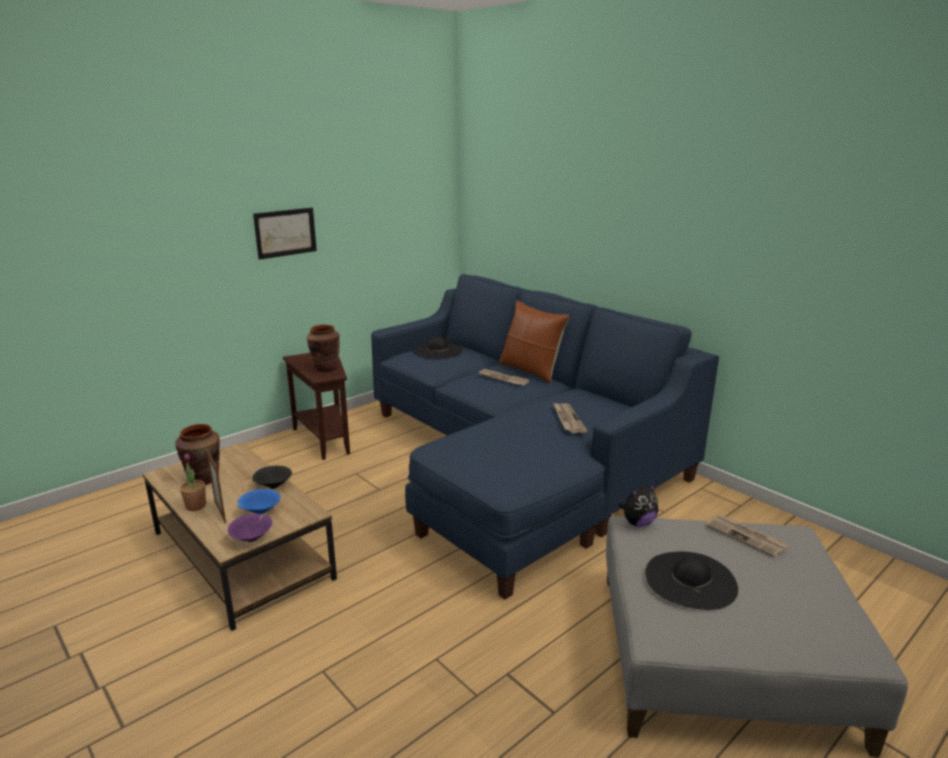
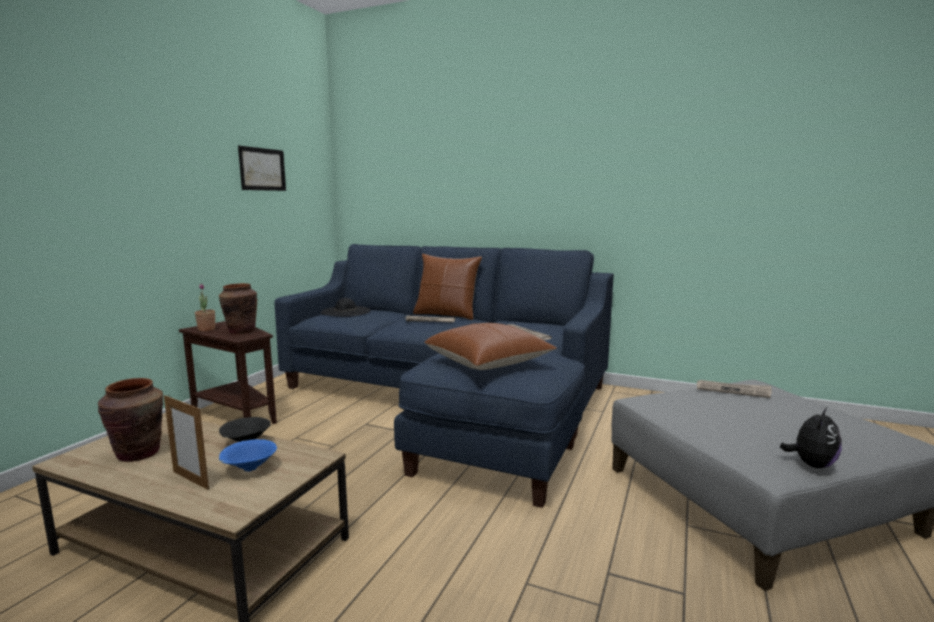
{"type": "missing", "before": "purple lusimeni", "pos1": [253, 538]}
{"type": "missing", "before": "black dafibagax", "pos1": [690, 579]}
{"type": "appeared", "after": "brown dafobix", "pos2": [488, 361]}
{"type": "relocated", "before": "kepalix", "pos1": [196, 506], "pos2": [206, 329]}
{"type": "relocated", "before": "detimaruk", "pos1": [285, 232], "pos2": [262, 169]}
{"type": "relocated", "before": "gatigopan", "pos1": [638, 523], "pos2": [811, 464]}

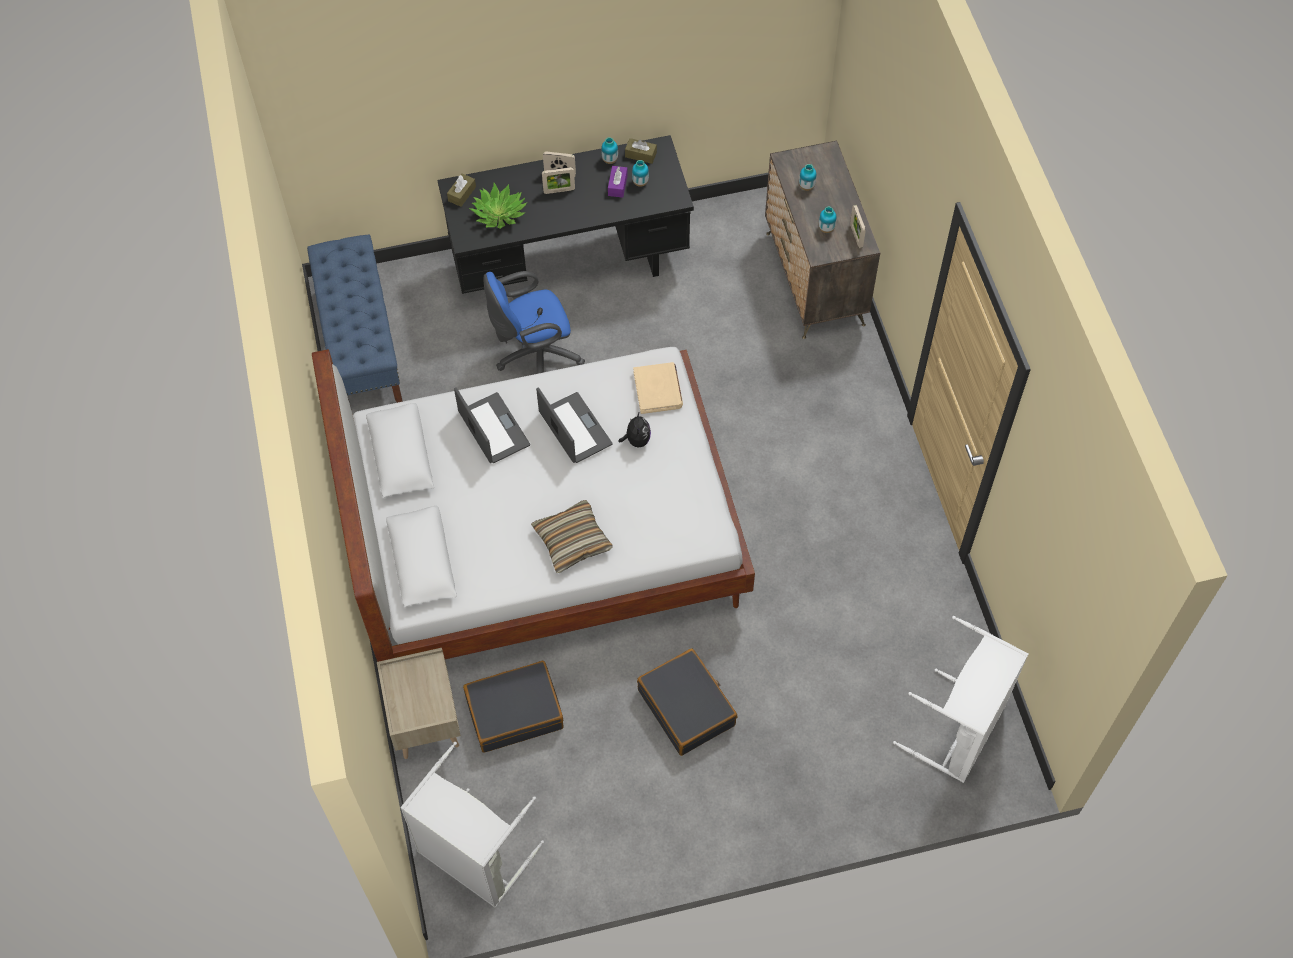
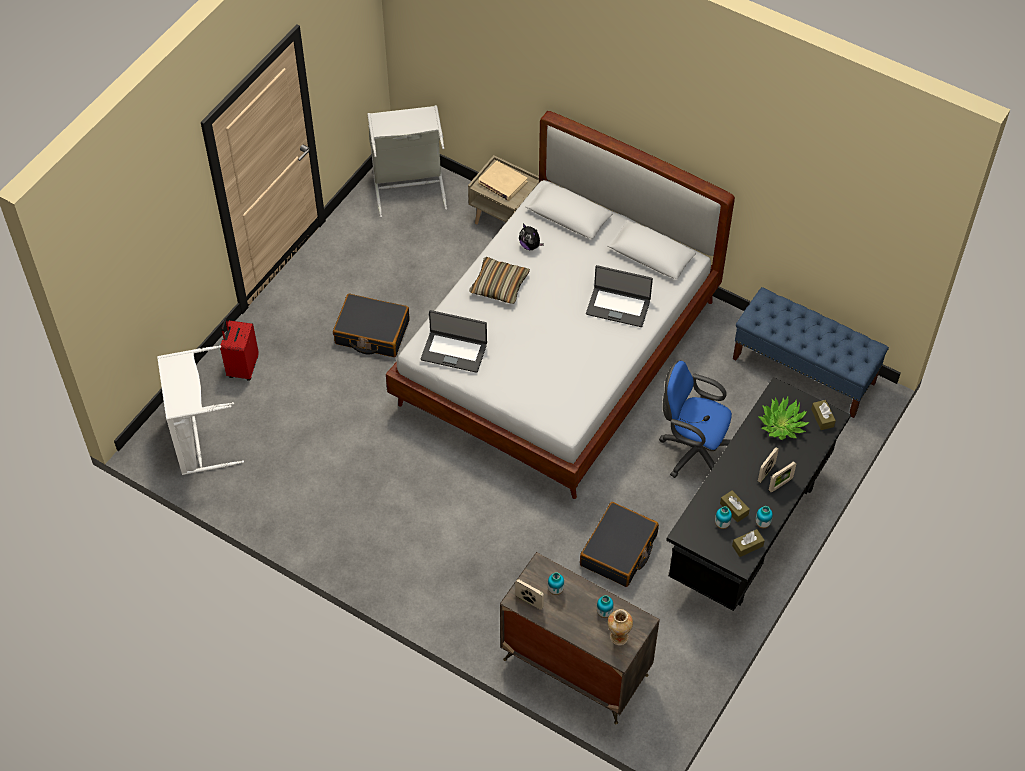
{"type": "appeared", "after": "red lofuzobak", "pos2": [242, 367]}
{"type": "appeared", "after": "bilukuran", "pos2": [618, 637]}
{"type": "relocated", "before": "black lofuzobak", "pos1": [514, 711], "pos2": [619, 550]}
{"type": "relocated", "before": "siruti", "pos1": [574, 429], "pos2": [454, 351]}
{"type": "relocated", "before": "gatigopan", "pos1": [636, 440], "pos2": [530, 245]}
{"type": "relocated", "before": "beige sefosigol", "pos1": [658, 390], "pos2": [502, 183]}
{"type": "colour", "before": "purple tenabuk", "after": "brown tenabuk", "pos1": [617, 185], "pos2": [734, 509]}
{"type": "spun", "before": "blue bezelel", "pos1": [535, 357], "pos2": [692, 451], "turn": -90}

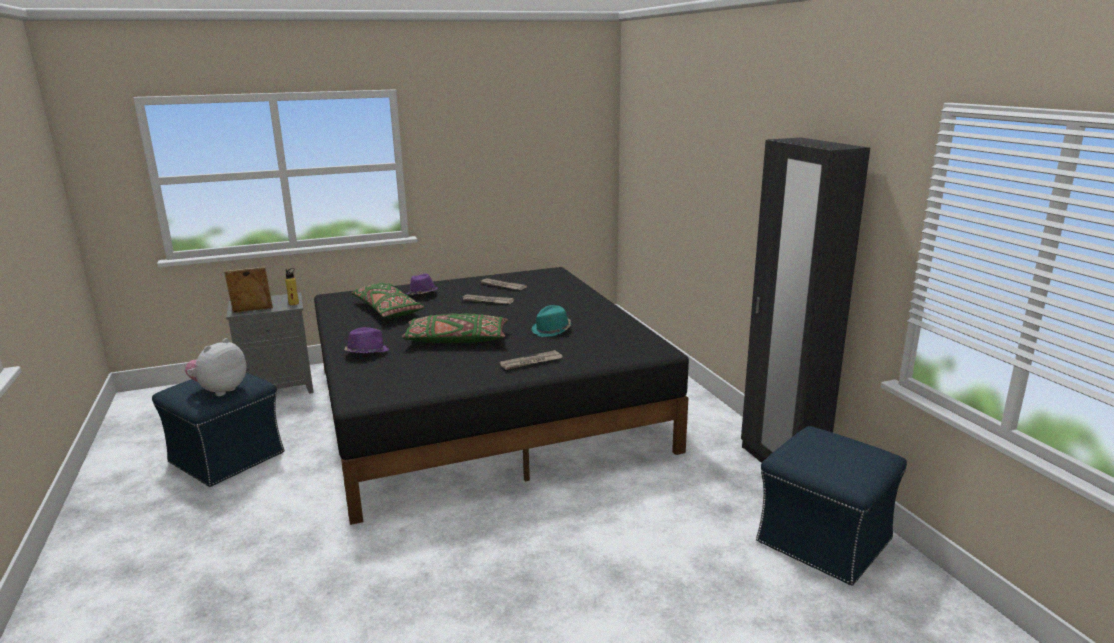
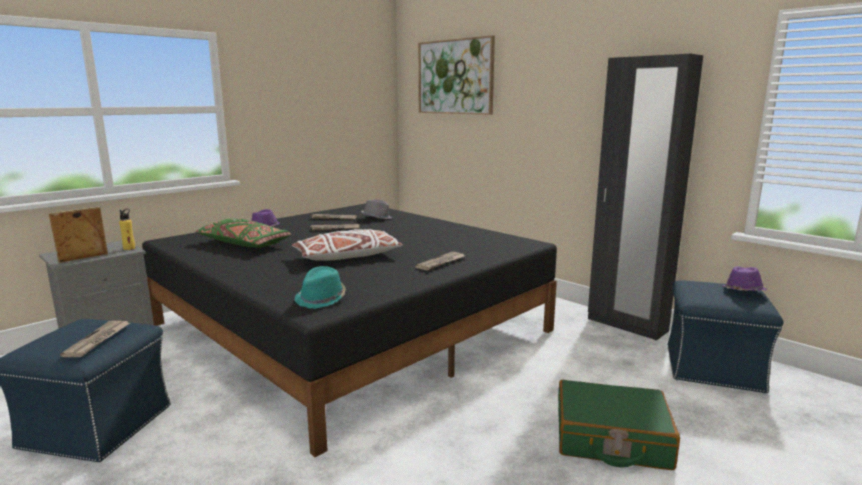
{"type": "appeared", "after": "grey dafibagax", "pos2": [376, 218]}
{"type": "appeared", "after": "detimaruk", "pos2": [455, 77]}
{"type": "appeared", "after": "green lofuzobak", "pos2": [611, 439]}
{"type": "relocated", "before": "purple dafibagax", "pos1": [366, 353], "pos2": [743, 292]}
{"type": "relocated", "before": "turquoise dafibagax", "pos1": [552, 330], "pos2": [322, 299]}
{"type": "exchanged", "before": "gatigopan", "after": "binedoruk", "pos1": [220, 390], "pos2": [98, 340]}
{"type": "colour", "before": "green dafobix", "after": "white dafobix", "pos1": [456, 340], "pos2": [347, 256]}

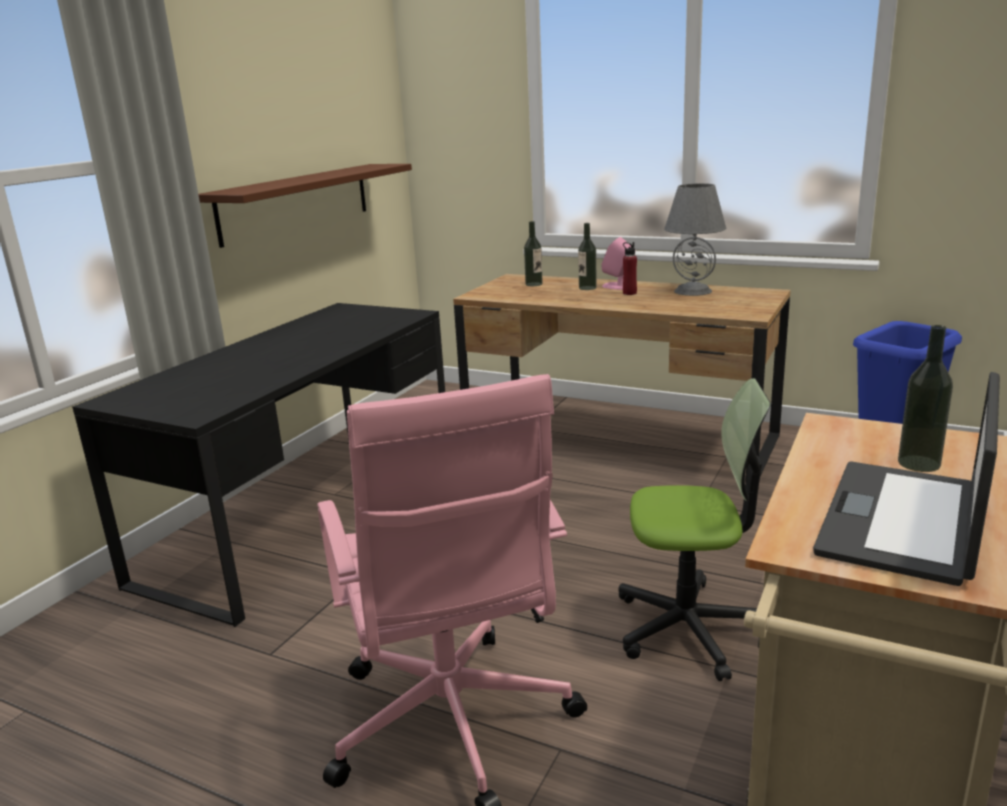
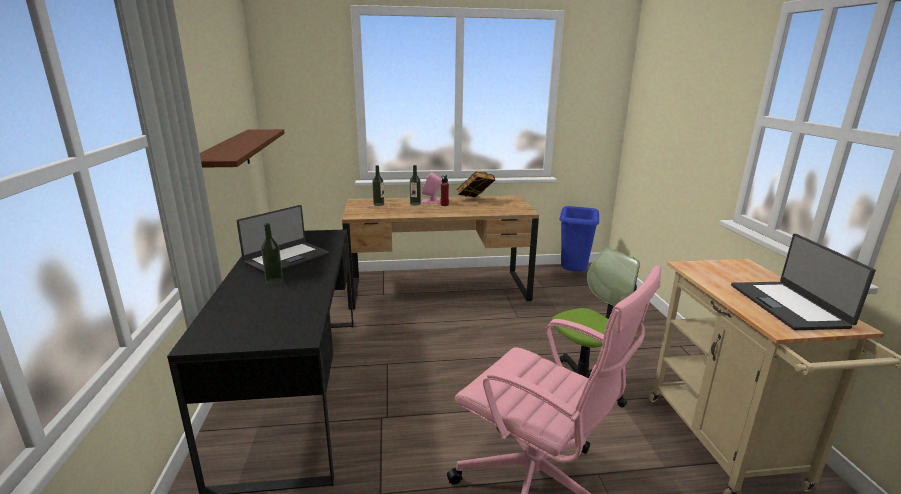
{"type": "appeared", "after": "siruti", "pos2": [286, 258]}
{"type": "relocated", "before": "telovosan", "pos1": [918, 463], "pos2": [274, 281]}
{"type": "exchanged", "before": "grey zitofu", "after": "sefosigol", "pos1": [692, 291], "pos2": [475, 200]}

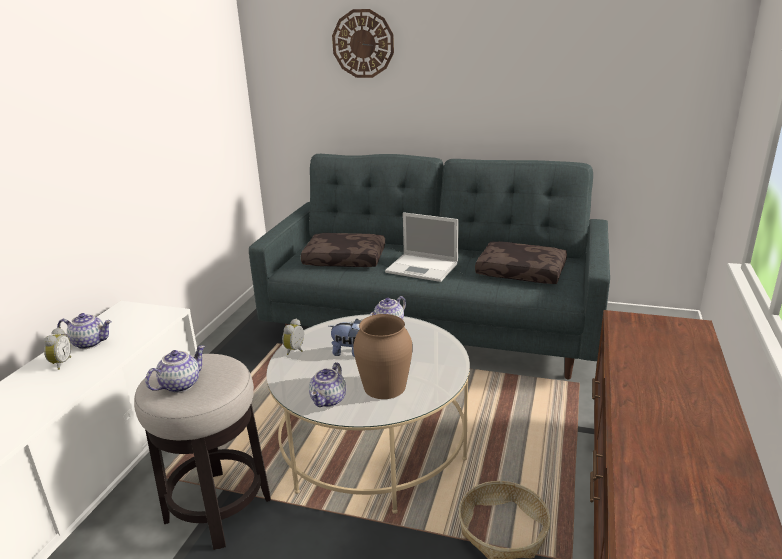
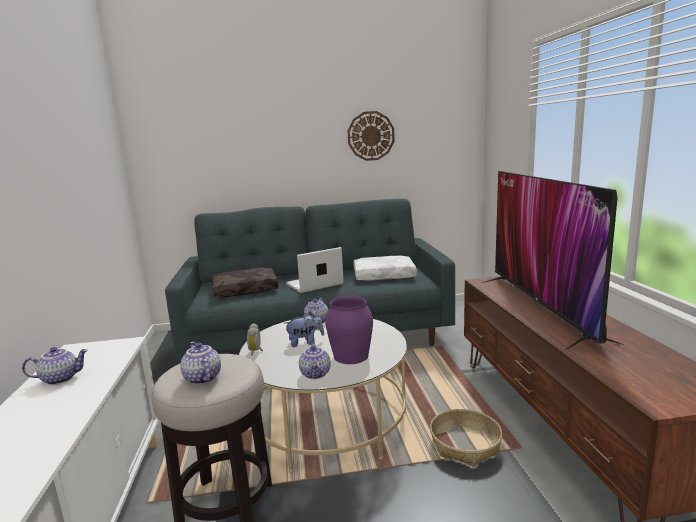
{"type": "missing", "before": "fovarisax", "pos1": [60, 363]}
{"type": "appeared", "after": "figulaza", "pos2": [541, 307]}
{"type": "relocated", "before": "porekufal", "pos1": [363, 44], "pos2": [371, 136]}
{"type": "colour", "before": "brown bilukuran", "after": "purple bilukuran", "pos1": [384, 386], "pos2": [350, 356]}
{"type": "colour", "before": "brown dafobix", "after": "white dafobix", "pos1": [522, 272], "pos2": [384, 275]}
{"type": "spun", "before": "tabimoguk", "pos1": [180, 384], "pos2": [201, 378], "turn": -45}
{"type": "spun", "before": "siruti", "pos1": [423, 268], "pos2": [313, 284], "turn": 150}

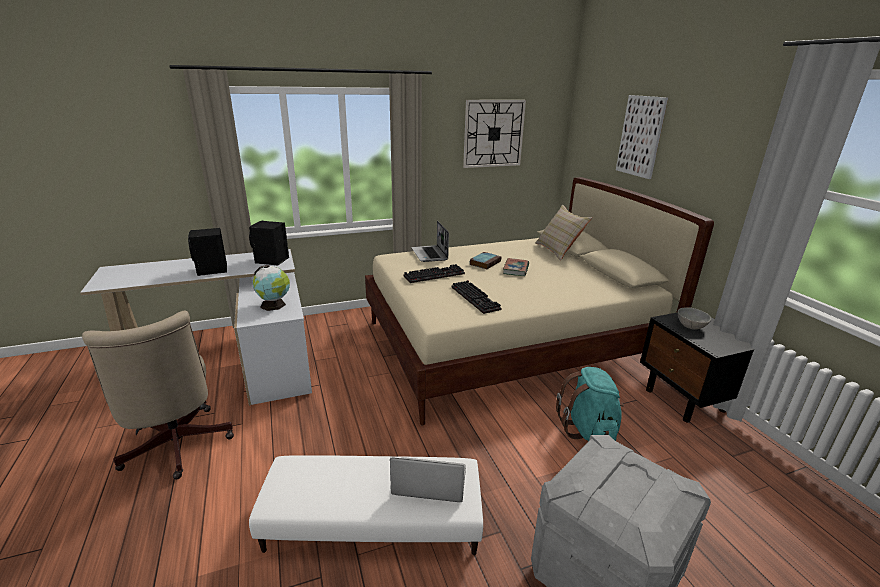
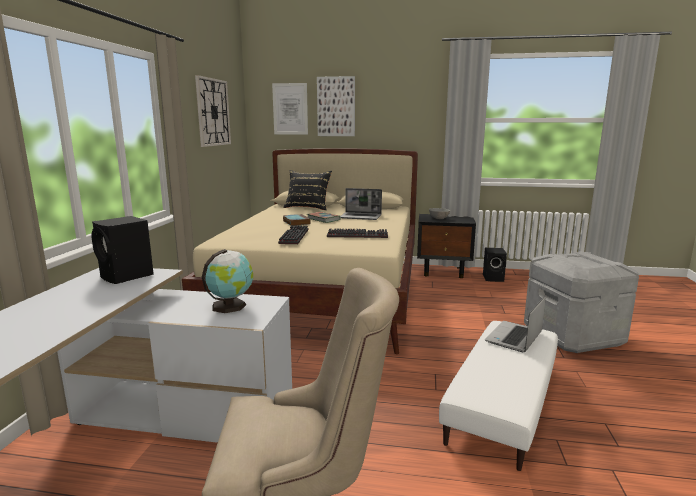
{"type": "missing", "before": "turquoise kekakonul", "pos1": [588, 430]}
{"type": "appeared", "after": "detimaruk", "pos2": [290, 109]}
{"type": "relocated", "before": "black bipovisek", "pos1": [212, 270], "pos2": [494, 278]}
{"type": "relocated", "before": "siruti", "pos1": [430, 254], "pos2": [361, 217]}
{"type": "colour", "before": "beige dafobix", "after": "black dafobix", "pos1": [558, 251], "pos2": [308, 207]}

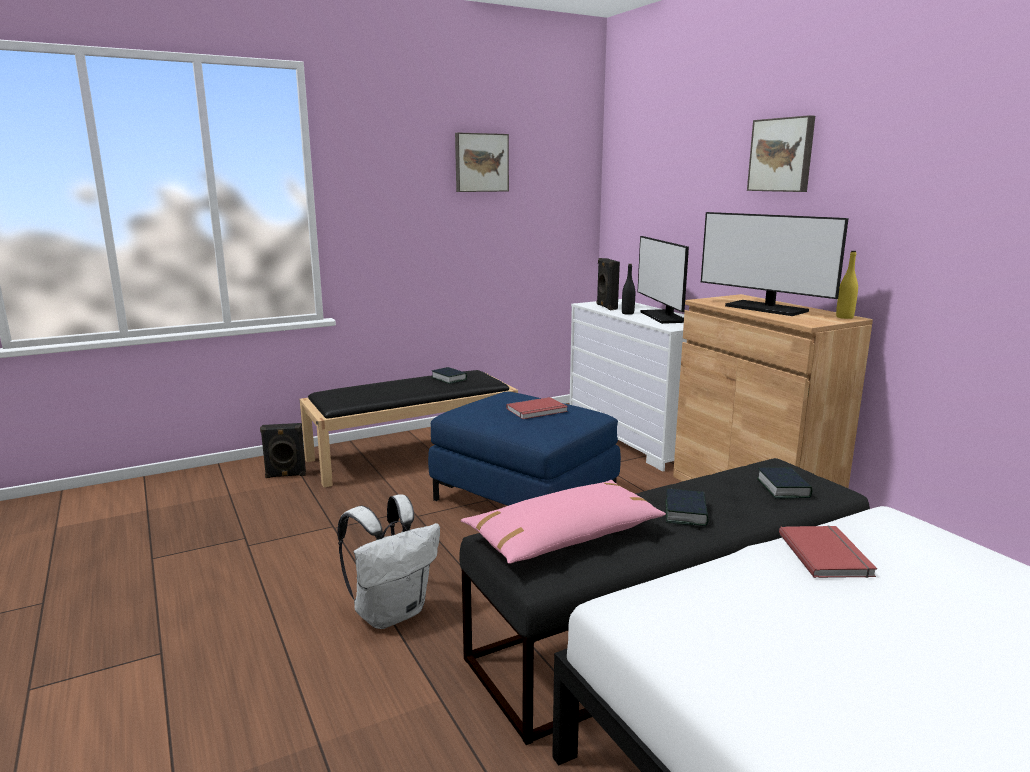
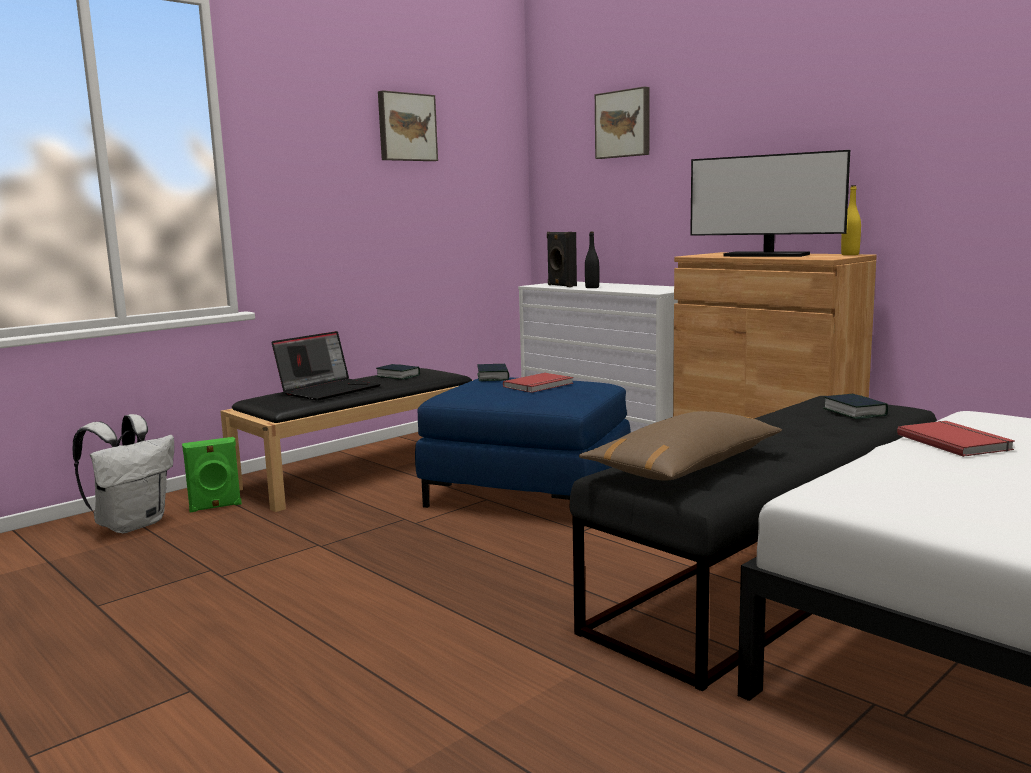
{"type": "missing", "before": "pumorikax", "pos1": [663, 317]}
{"type": "appeared", "after": "siruti", "pos2": [329, 390]}
{"type": "relocated", "before": "white kekakonul", "pos1": [391, 612], "pos2": [132, 524]}
{"type": "relocated", "before": "sefosigol", "pos1": [686, 513], "pos2": [493, 377]}
{"type": "relocated", "before": "detimaruk", "pos1": [782, 155], "pos2": [624, 124]}
{"type": "colour", "before": "black bipovisek", "after": "green bipovisek", "pos1": [285, 475], "pos2": [215, 507]}
{"type": "colour", "before": "pink dafobix", "after": "brown dafobix", "pos1": [565, 537], "pos2": [686, 466]}

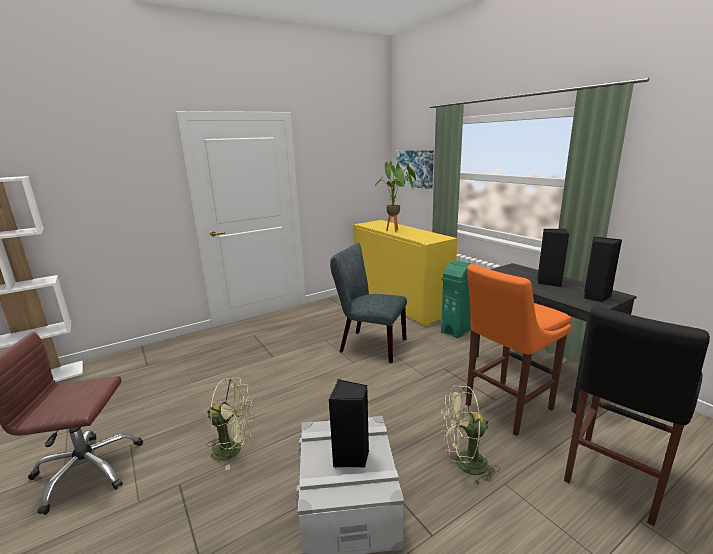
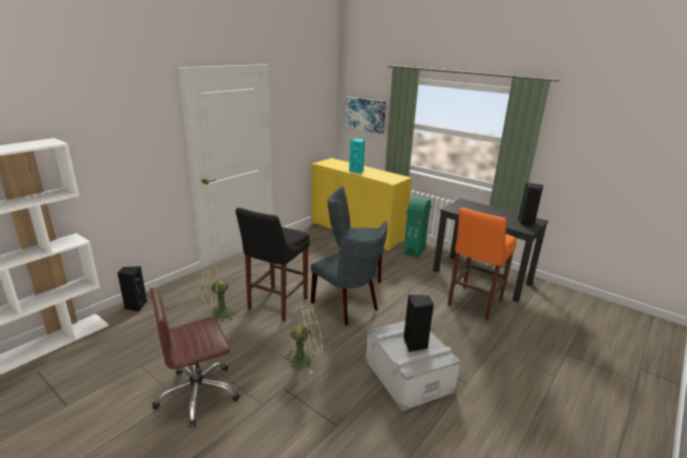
{"type": "appeared", "after": "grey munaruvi", "pos2": [348, 307]}
{"type": "relocated", "before": "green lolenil", "pos1": [464, 464], "pos2": [217, 313]}
{"type": "relocated", "before": "black bipovisek", "pos1": [549, 282], "pos2": [135, 306]}
{"type": "relocated", "before": "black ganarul", "pos1": [613, 479], "pos2": [276, 305]}
{"type": "exchanged", "before": "kepalix", "after": "turquoise bipovisek", "pos1": [396, 231], "pos2": [357, 171]}

